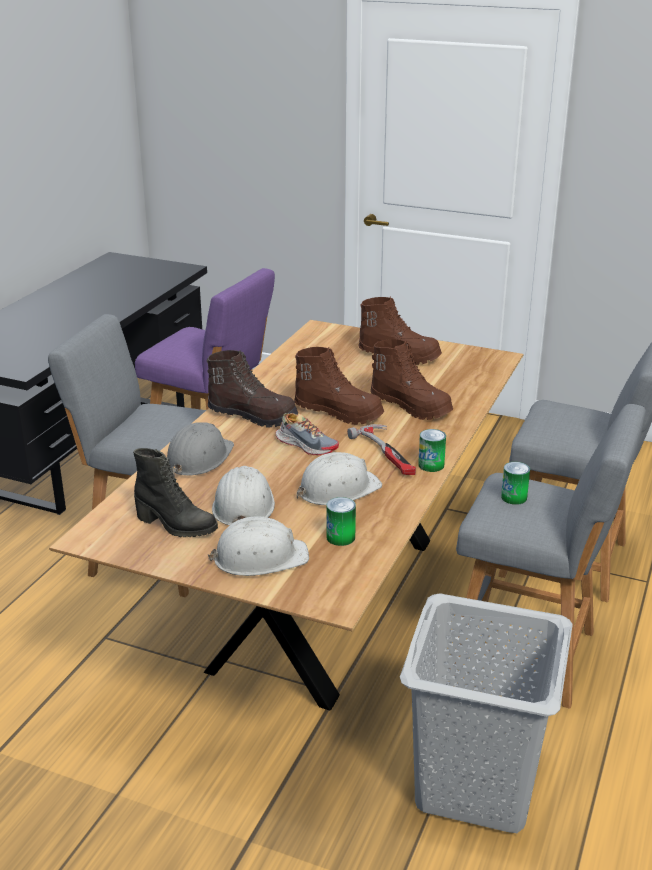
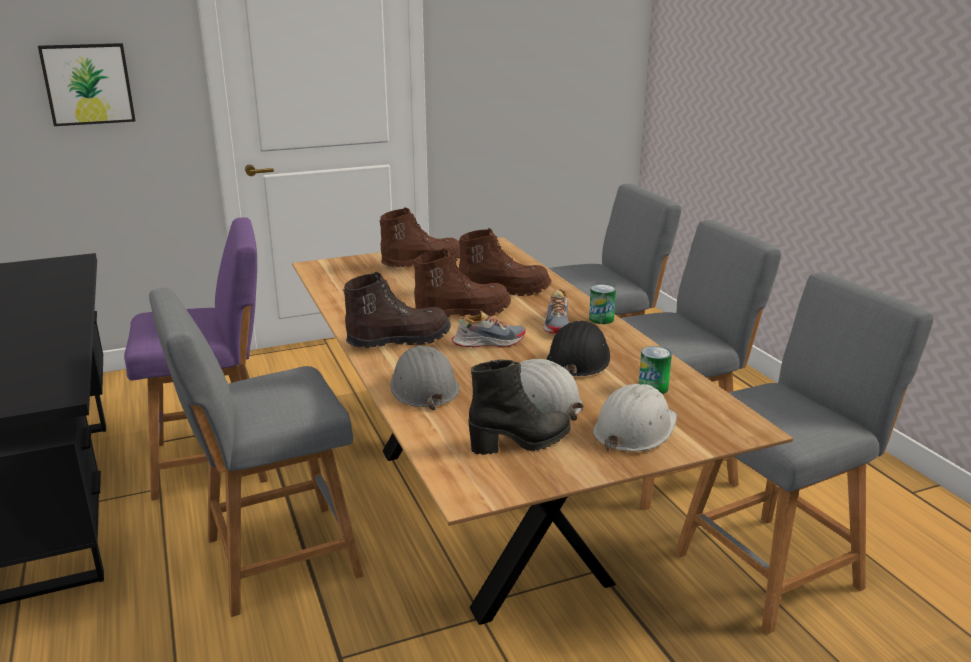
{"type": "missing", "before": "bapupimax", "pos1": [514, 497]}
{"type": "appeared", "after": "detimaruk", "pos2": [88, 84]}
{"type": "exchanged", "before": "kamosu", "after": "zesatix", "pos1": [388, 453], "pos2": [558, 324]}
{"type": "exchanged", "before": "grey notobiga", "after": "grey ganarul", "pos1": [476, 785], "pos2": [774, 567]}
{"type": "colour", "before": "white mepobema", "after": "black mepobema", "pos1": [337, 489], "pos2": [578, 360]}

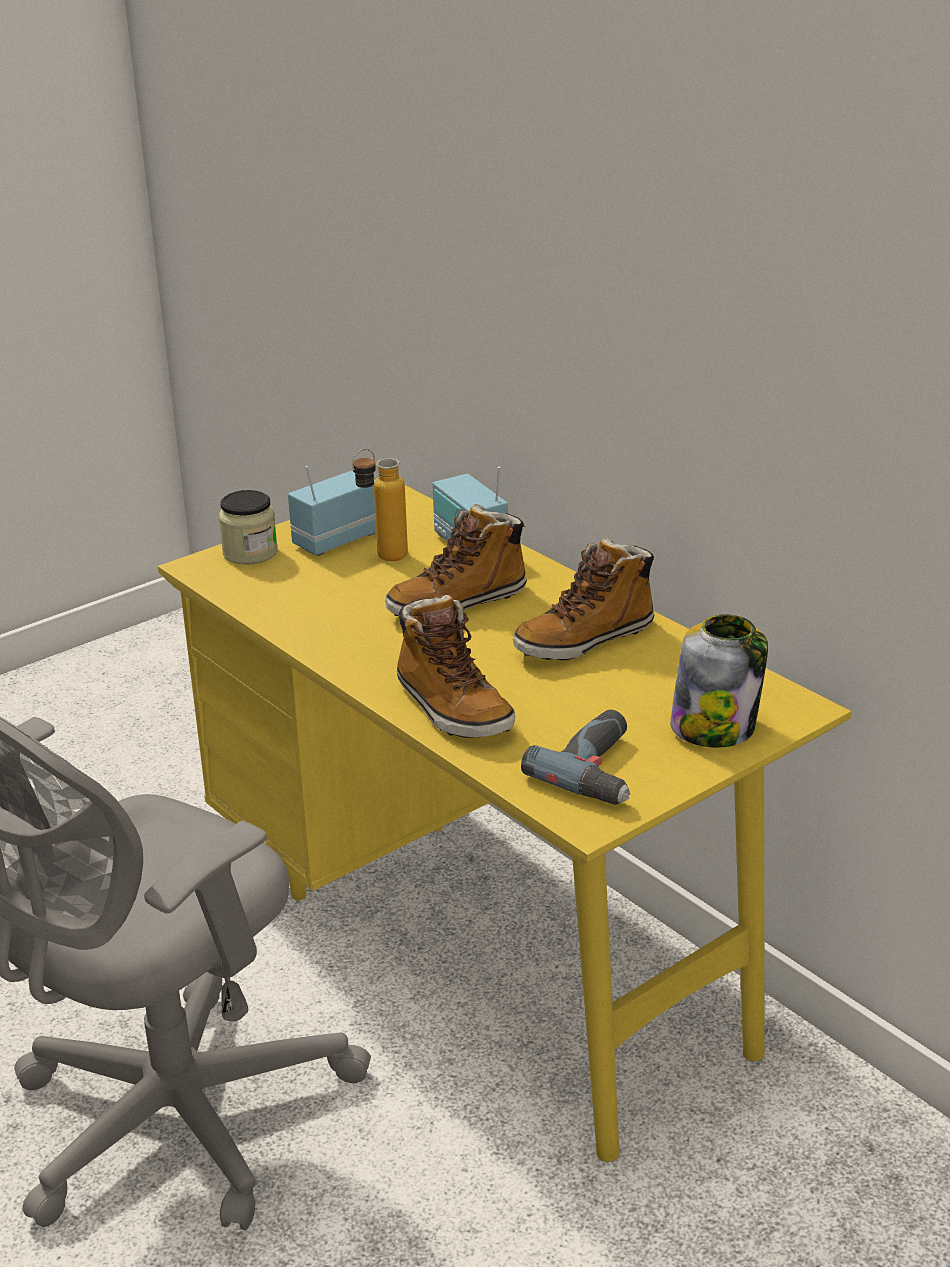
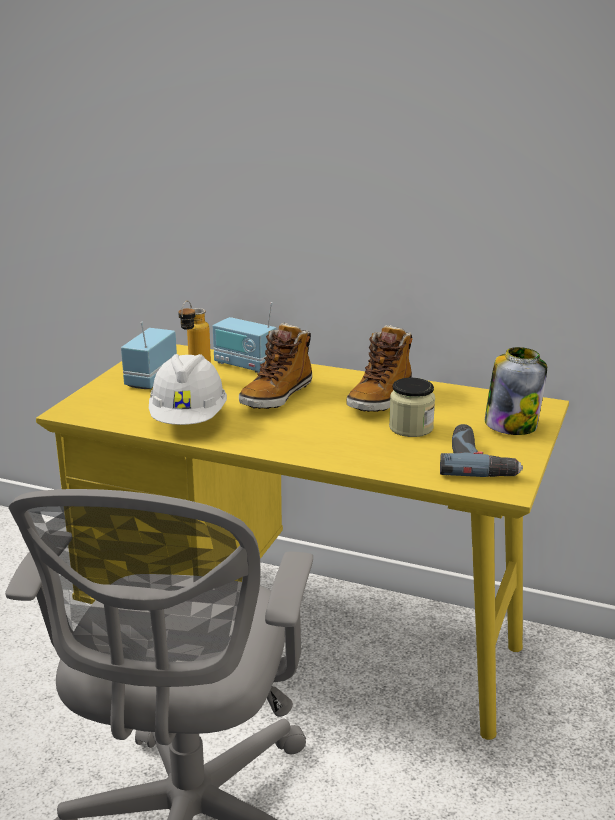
{"type": "missing", "before": "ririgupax", "pos1": [452, 709]}
{"type": "appeared", "after": "white mepobema", "pos2": [189, 420]}
{"type": "relocated", "before": "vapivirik", "pos1": [250, 553], "pos2": [411, 428]}

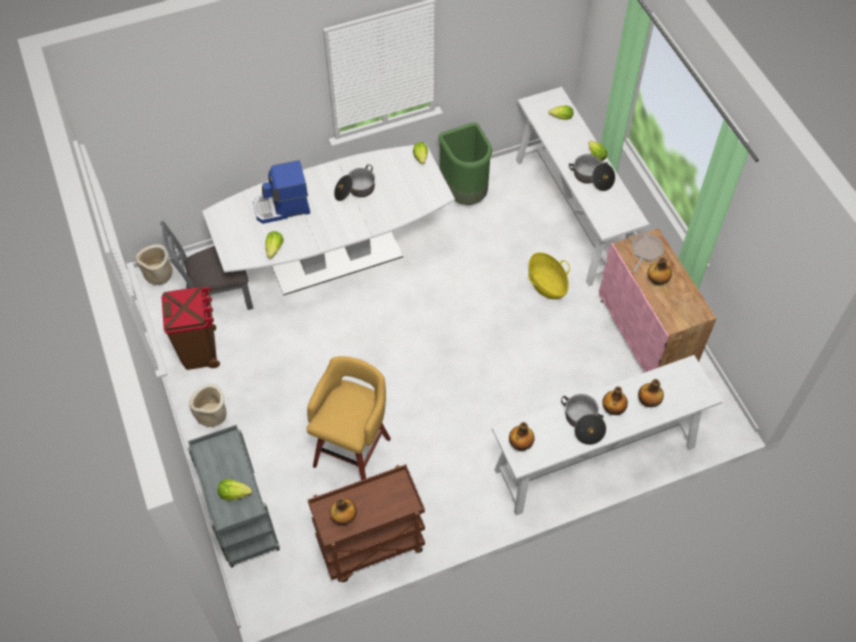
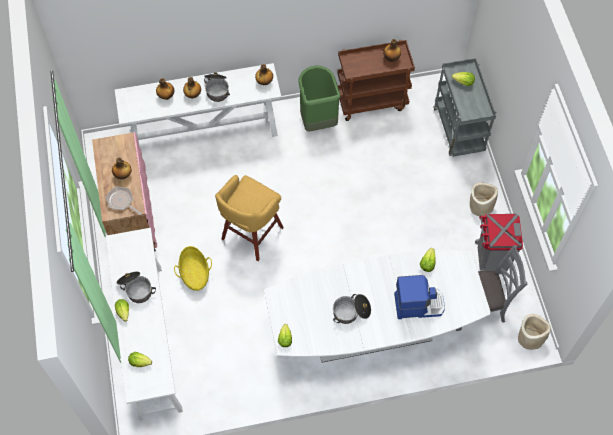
{"type": "relocated", "before": "yellow ganarul", "pos1": [353, 450], "pos2": [251, 234]}
{"type": "relocated", "before": "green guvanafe", "pos1": [465, 193], "pos2": [317, 120]}
{"type": "colour", "before": "brown guvanafe", "after": "grey guvanafe", "pos1": [200, 351], "pos2": [490, 259]}
{"type": "spun", "before": "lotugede", "pos1": [645, 251], "pos2": [121, 201], "turn": 90}

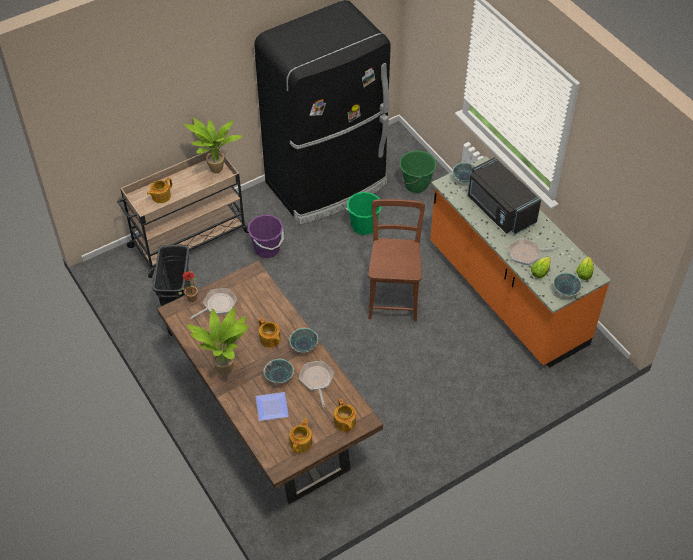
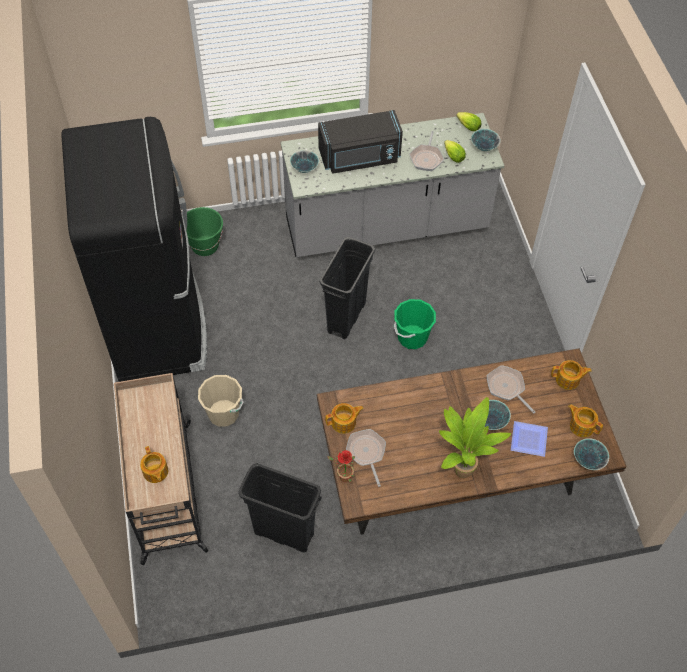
{"type": "missing", "before": "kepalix", "pos1": [216, 171]}
{"type": "relocated", "before": "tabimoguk", "pos1": [270, 339], "pos2": [344, 423]}
{"type": "relocated", "before": "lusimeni", "pos1": [304, 346], "pos2": [588, 460]}
{"type": "relocated", "before": "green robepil", "pos1": [364, 226], "pos2": [412, 337]}
{"type": "exchanged", "before": "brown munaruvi", "after": "black guvanafe", "pos1": [393, 296], "pos2": [346, 317]}
{"type": "colour", "before": "purple robepil", "after": "beige robepil", "pos1": [267, 249], "pos2": [223, 413]}
{"type": "colour", "before": "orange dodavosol", "after": "grey dodavosol", "pos1": [505, 295], "pos2": [386, 227]}
{"type": "spun", "before": "lotugede", "pos1": [316, 380], "pos2": [507, 388], "turn": 45}

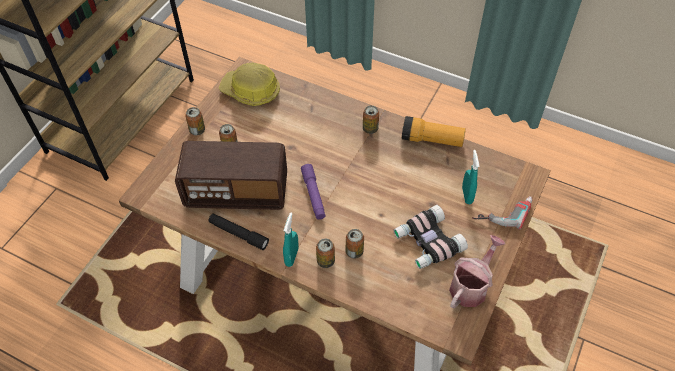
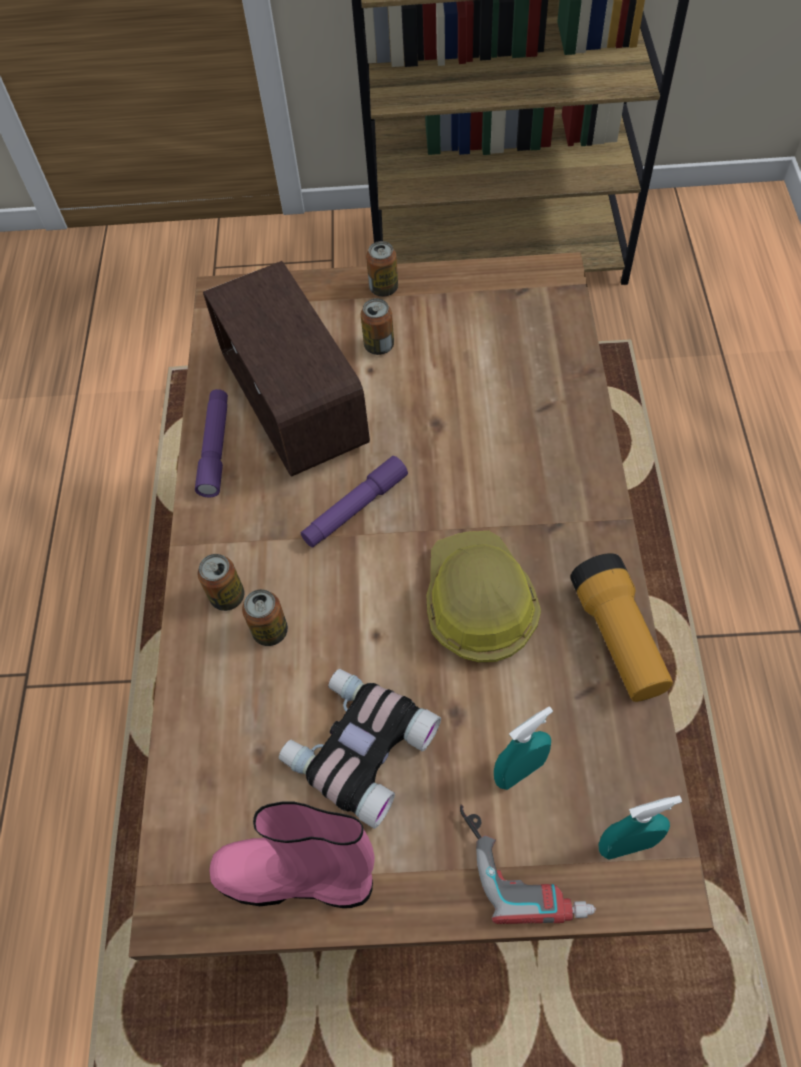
{"type": "missing", "before": "bapupimax", "pos1": [370, 129]}
{"type": "relocated", "before": "mepobema", "pos1": [251, 91], "pos2": [477, 603]}
{"type": "relocated", "before": "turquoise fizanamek", "pos1": [291, 257], "pos2": [626, 845]}
{"type": "exchanged", "before": "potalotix", "after": "pink ririgupax", "pos1": [471, 285], "pos2": [299, 878]}
{"type": "colour", "before": "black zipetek", "after": "purple zipetek", "pos1": [238, 234], "pos2": [215, 448]}

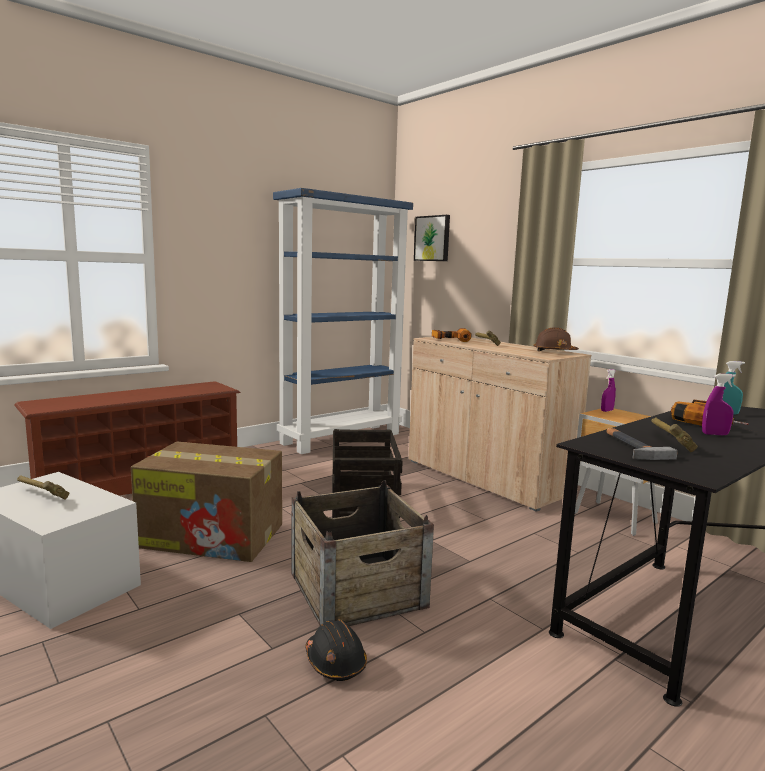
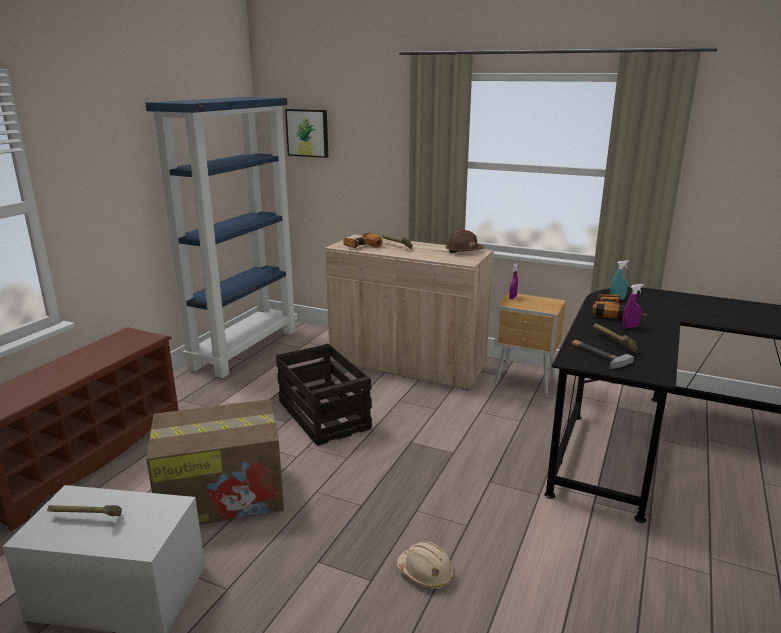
{"type": "missing", "before": "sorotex", "pos1": [357, 590]}
{"type": "colour", "before": "black mepobema", "after": "beige mepobema", "pos1": [335, 662], "pos2": [426, 573]}

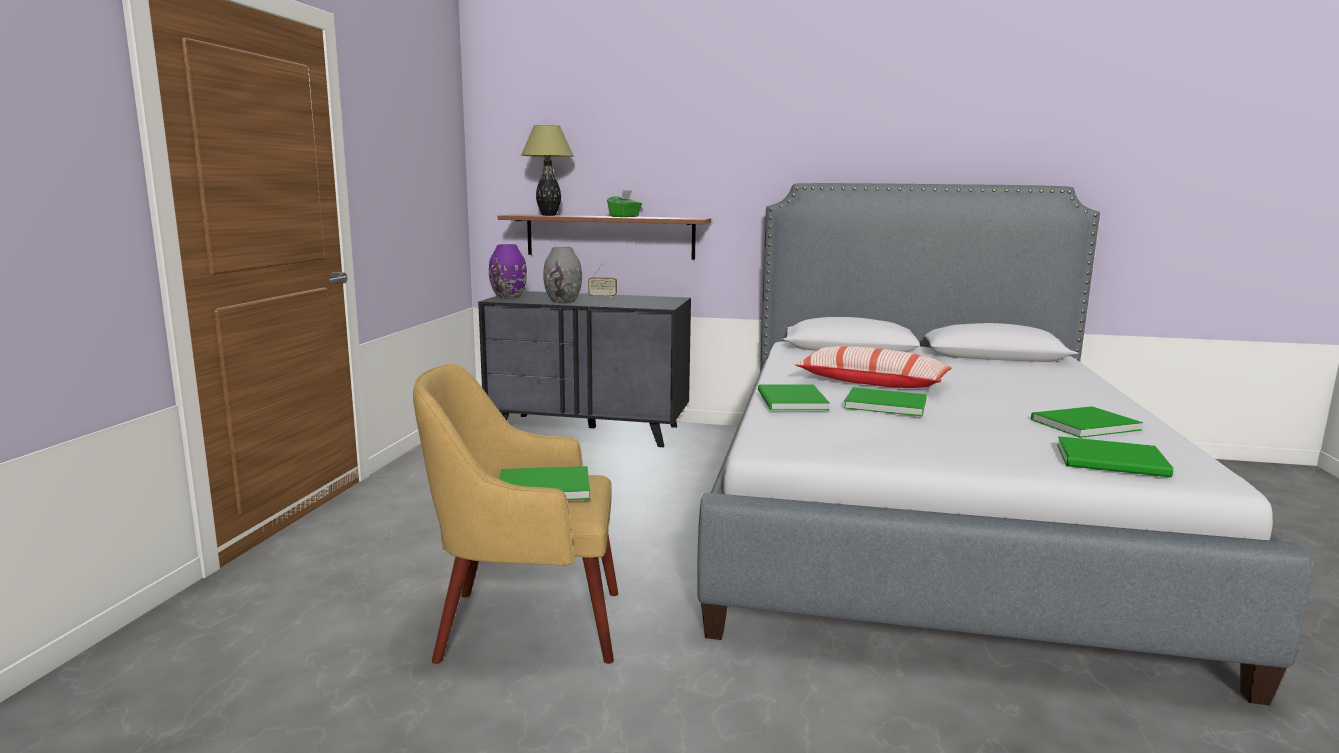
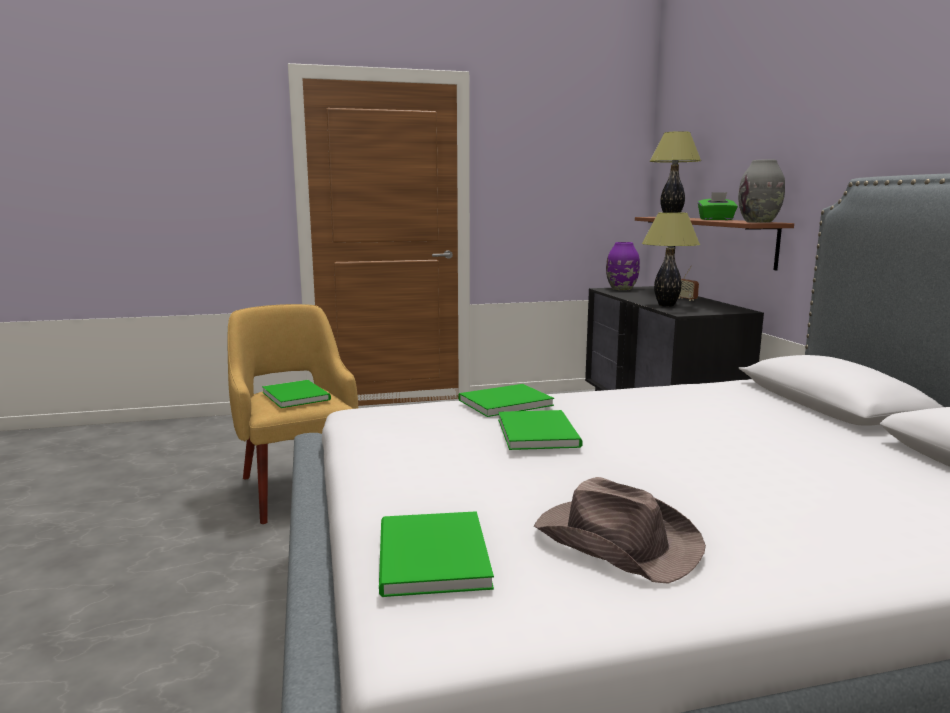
{"type": "missing", "before": "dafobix", "pos1": [871, 382]}
{"type": "appeared", "after": "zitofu", "pos2": [666, 305]}
{"type": "relocated", "before": "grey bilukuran", "pos1": [563, 301], "pos2": [759, 222]}
{"type": "exchanged", "before": "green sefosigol", "after": "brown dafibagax", "pos1": [1081, 424], "pos2": [615, 540]}

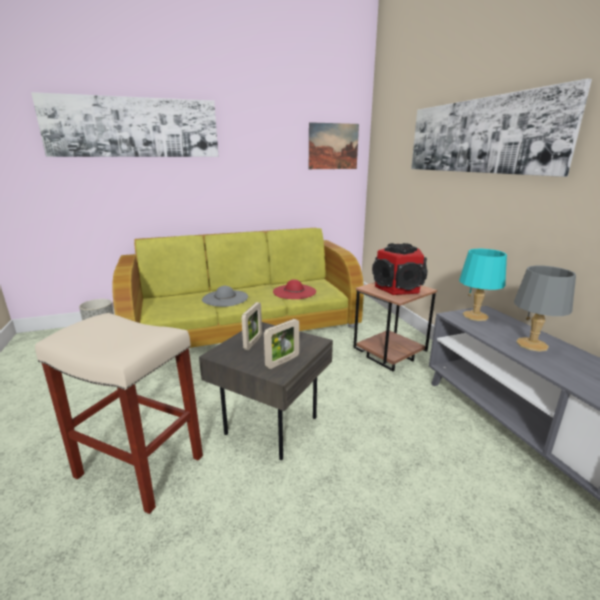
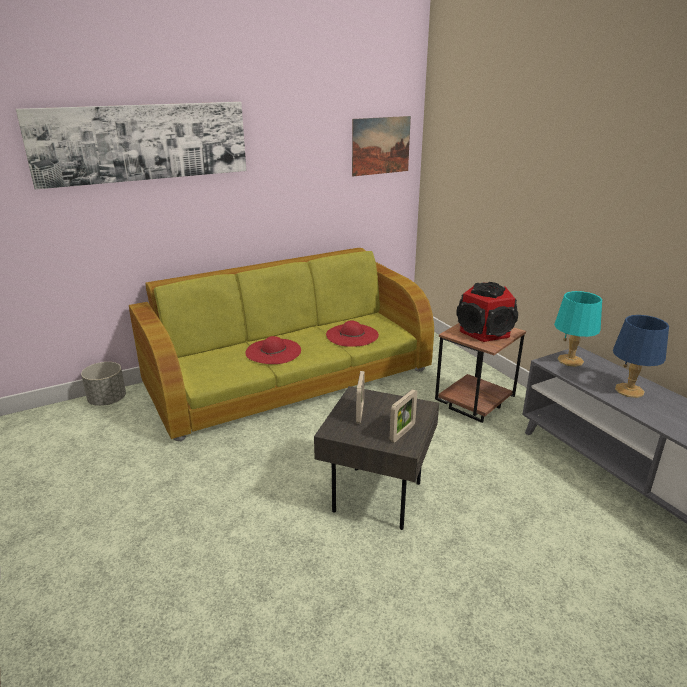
{"type": "missing", "before": "beige ganarul", "pos1": [138, 466]}
{"type": "missing", "before": "detimaruk", "pos1": [479, 136]}
{"type": "colour", "before": "grey dafibagax", "after": "red dafibagax", "pos1": [225, 298], "pos2": [273, 351]}
{"type": "colour", "before": "grey zitofu", "after": "blue zitofu", "pos1": [532, 345], "pos2": [629, 391]}

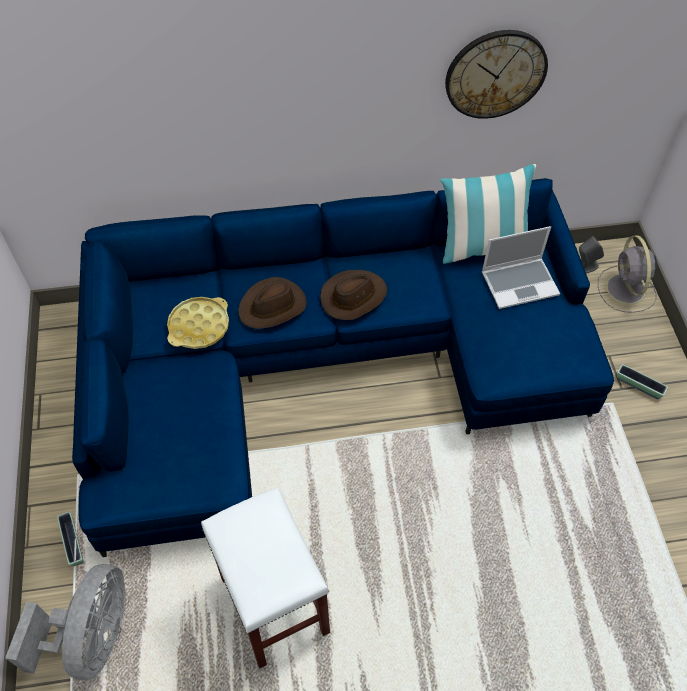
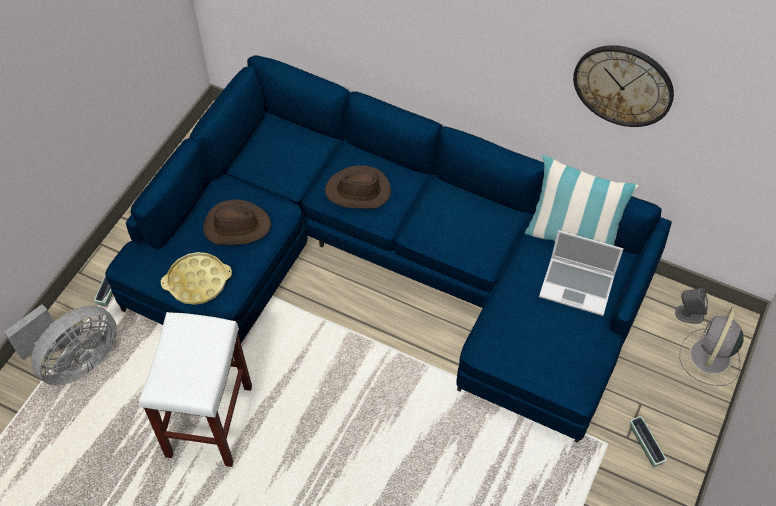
{"type": "relocated", "before": "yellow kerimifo", "pos1": [199, 326], "pos2": [197, 282]}
{"type": "relocated", "before": "brown dafibagax", "pos1": [353, 296], "pos2": [236, 226]}

